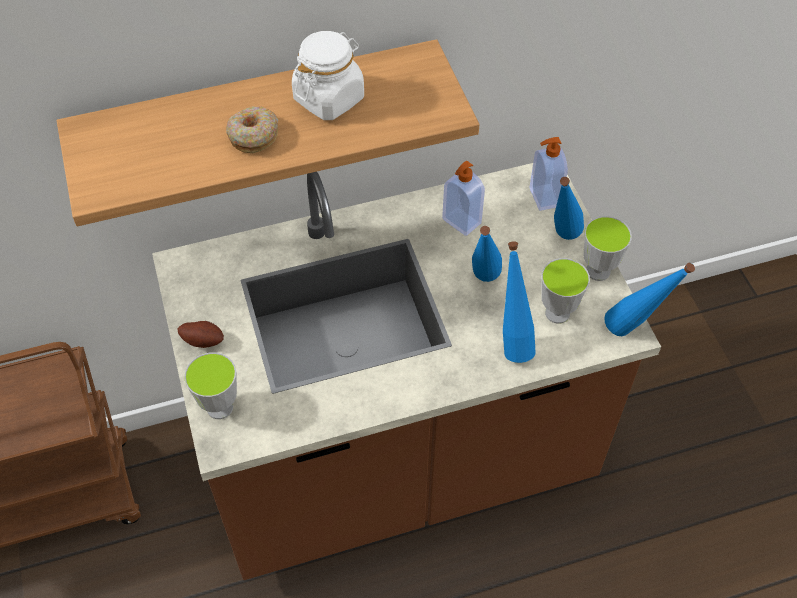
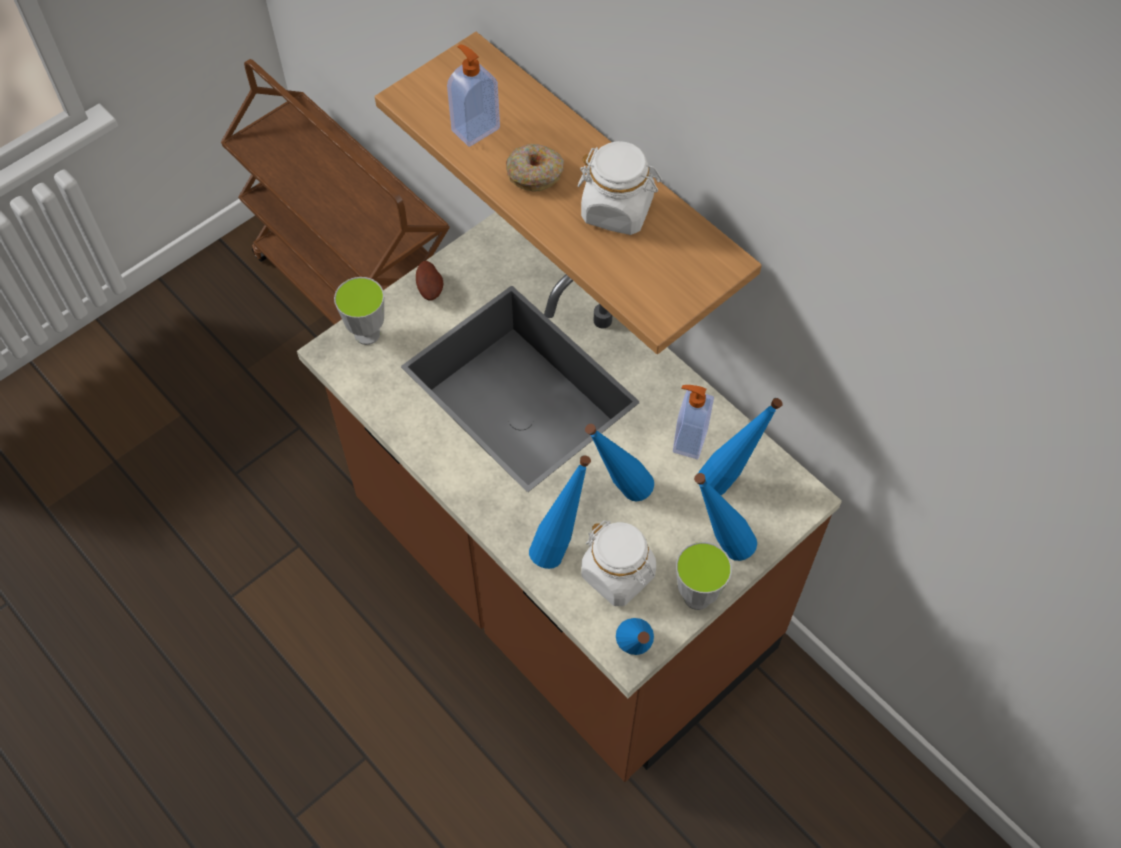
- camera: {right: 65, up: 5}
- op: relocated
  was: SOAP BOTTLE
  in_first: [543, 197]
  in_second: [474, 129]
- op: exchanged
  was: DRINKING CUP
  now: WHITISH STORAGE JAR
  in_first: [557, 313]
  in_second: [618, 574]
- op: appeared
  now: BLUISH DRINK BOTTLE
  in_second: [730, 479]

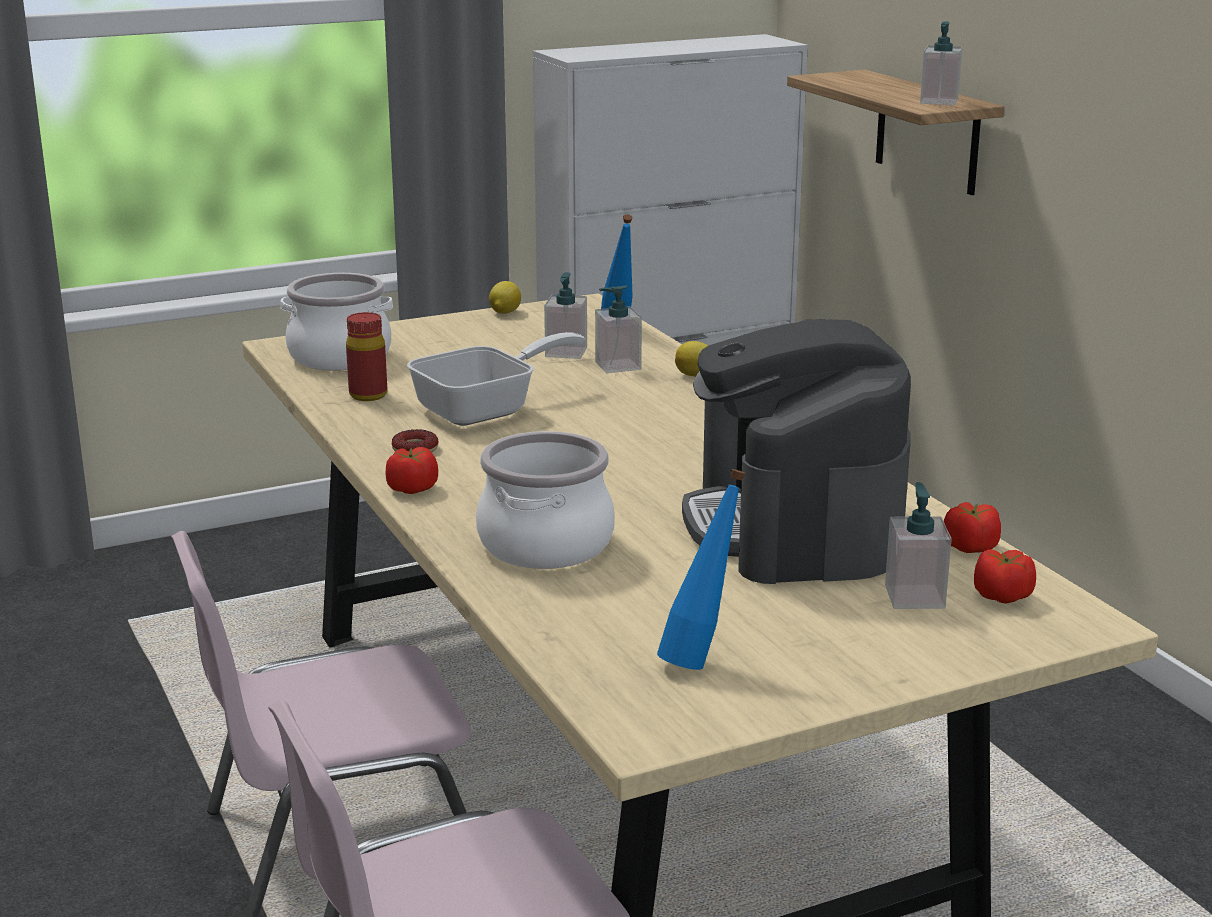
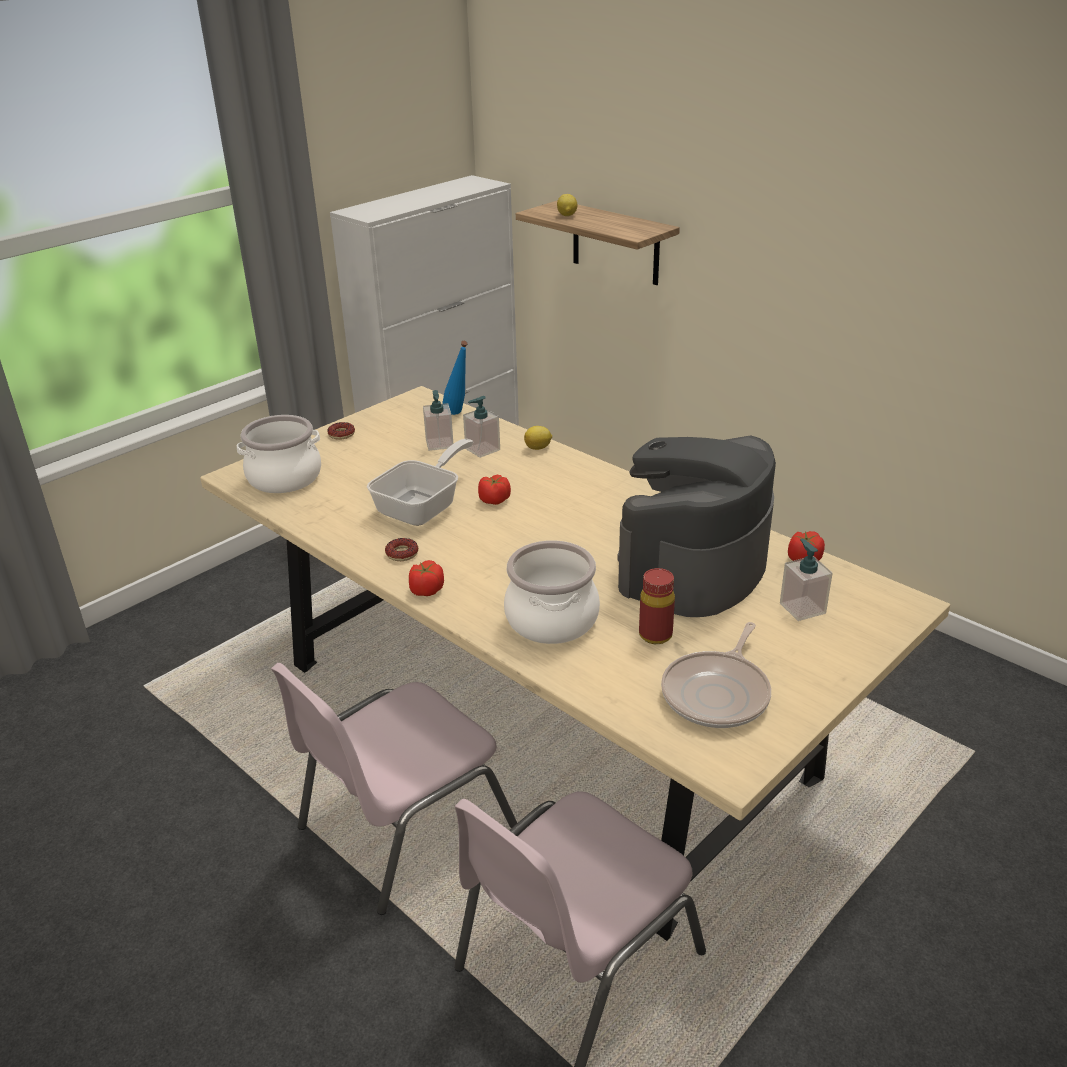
- camera: {right: -20, up: 10}
- op: missing
  was: SOAP BOTTLE
  in_first: [939, 101]
- op: relocated
  was: WHOLE LEMON
  in_first: [504, 312]
  in_second: [566, 215]
- op: relocated
  was: RED DRINK BOTTLE
  in_first: [368, 395]
  in_second: [655, 635]
- op: spun
  was: COFFEE MACHINE
  in_first: [795, 527]
  in_second: [693, 567]
  clockwise: 60
- op: exchanged
  was: BLUISH DRINK BOTTLE
  now: FRYING PAN
  in_first: [701, 659]
  in_second: [718, 693]
- op: relocated
  was: FRESH TOMATO
  in_first: [1003, 596]
  in_second: [494, 500]
- op: appeared
  now: RING DOUGHNUT
  in_second: [341, 434]

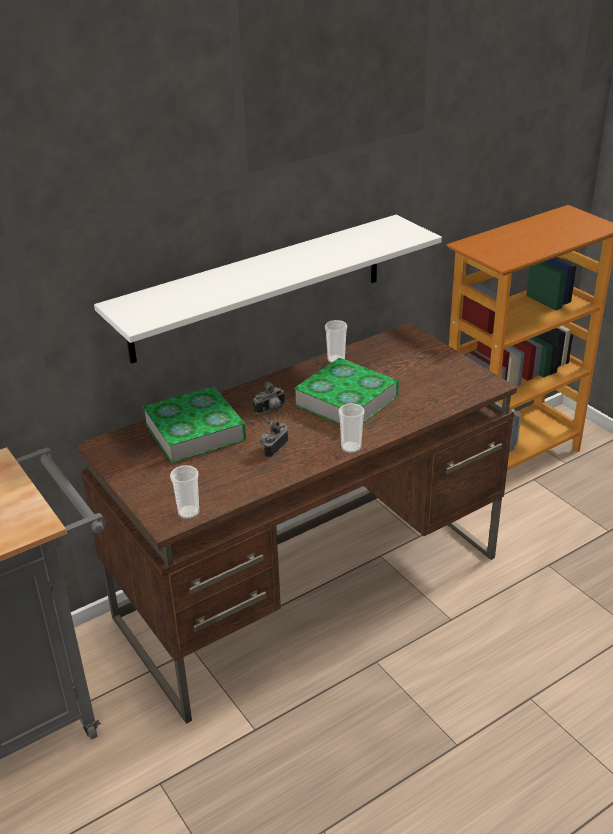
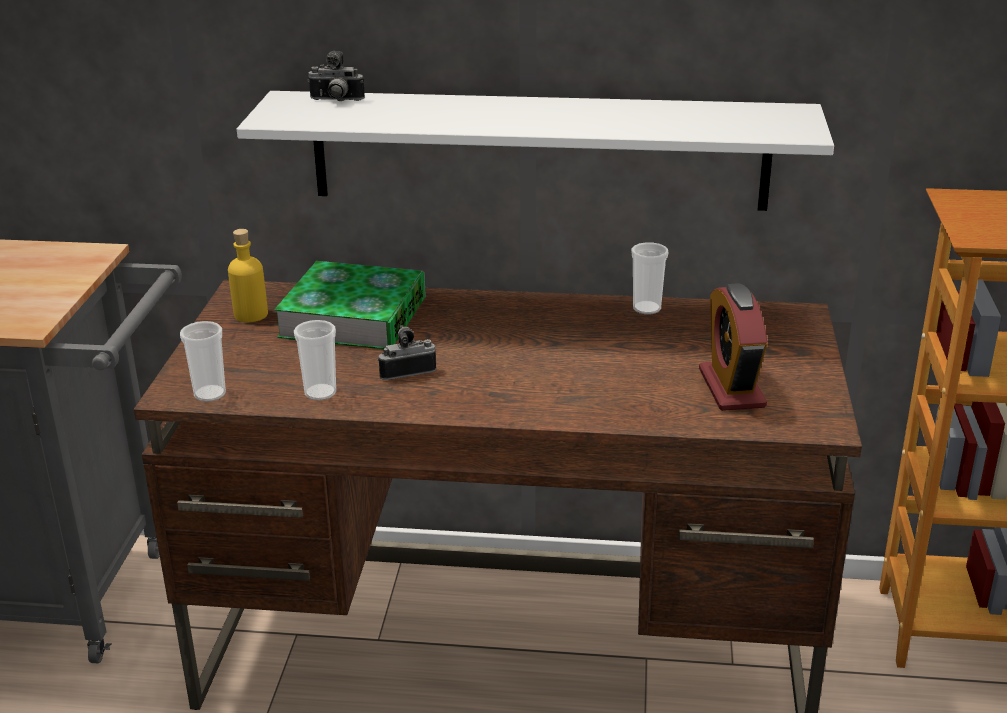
- camera: {right: 40, up: -5}
- op: missing
  was: BOUND BOOK
  in_first: [346, 400]
- op: relocated
  was: PHOTO CAMERA
  in_first: [271, 410]
  in_second: [336, 101]
- op: relocated
  was: DRINKING CUP
  in_first: [351, 447]
  in_second: [320, 393]
- op: appeared
  now: YELLOWISH DRINK BOTTLE
  in_second: [250, 314]
- op: appeared
  now: BEDSIDE CLOCK
  in_second: [731, 388]

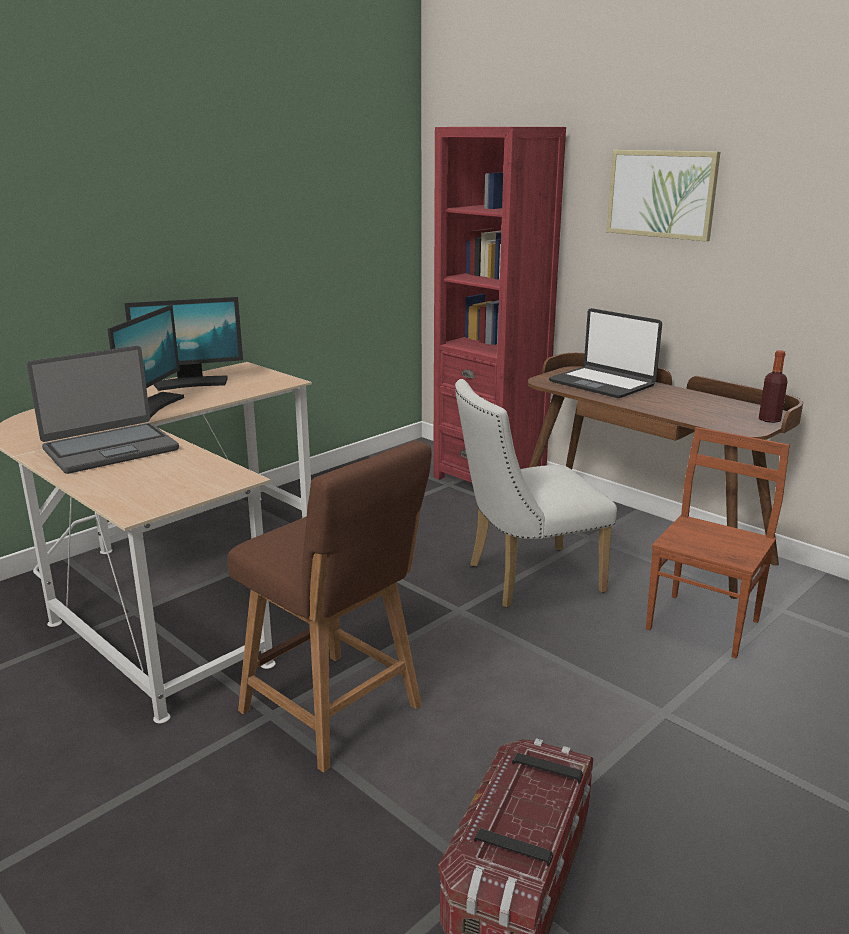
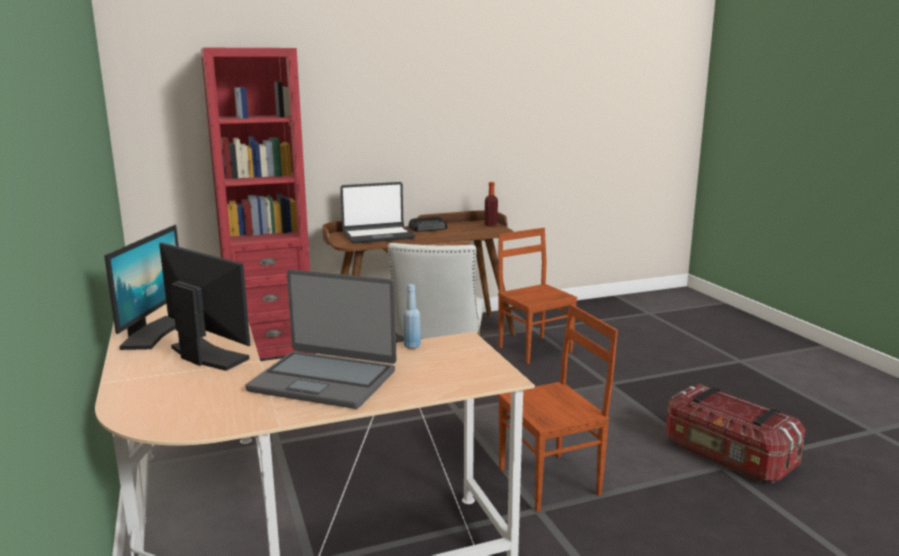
- camera: {right: -65, up: -5}
- op: missing
  was: WALL ART
  in_first: [661, 194]
- op: spun
  was: PORTABLE COMPUTER
  in_first: [110, 449]
  in_second: [324, 380]
  clockwise: 120
- op: exchanged
  was: BROWNISH STOOL SEAT
  now: BROWNISH PLAIN CHAIR
  in_first: [336, 712]
  in_second: [551, 482]
- op: appeared
  now: RADIO
  in_second: [428, 228]
- op: appeared
  now: BLUISH DRINK BOTTLE
  in_second: [412, 346]

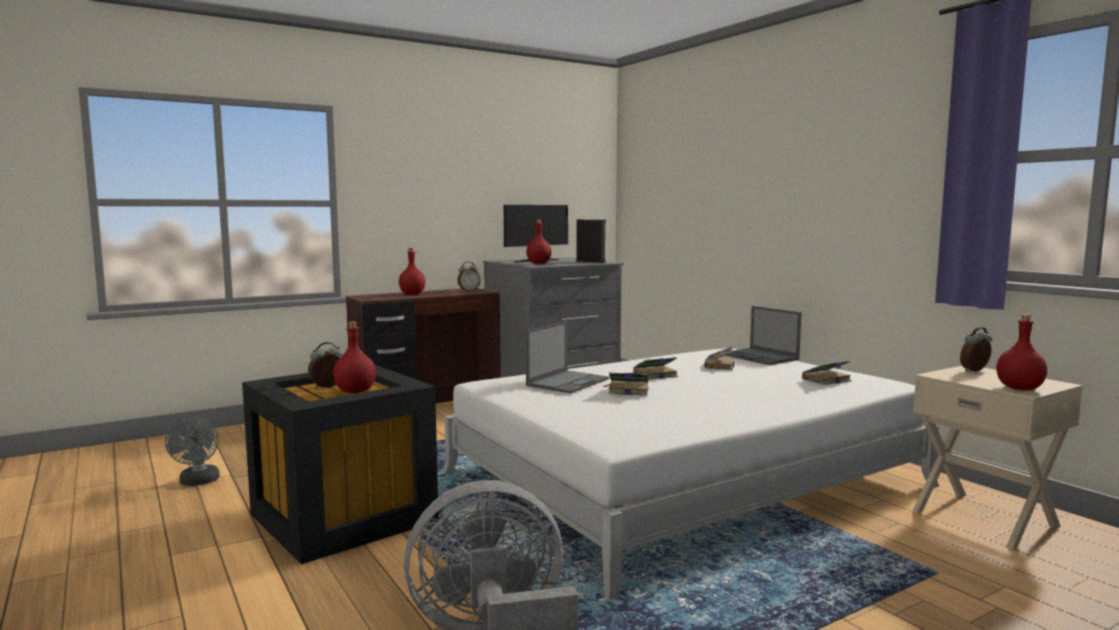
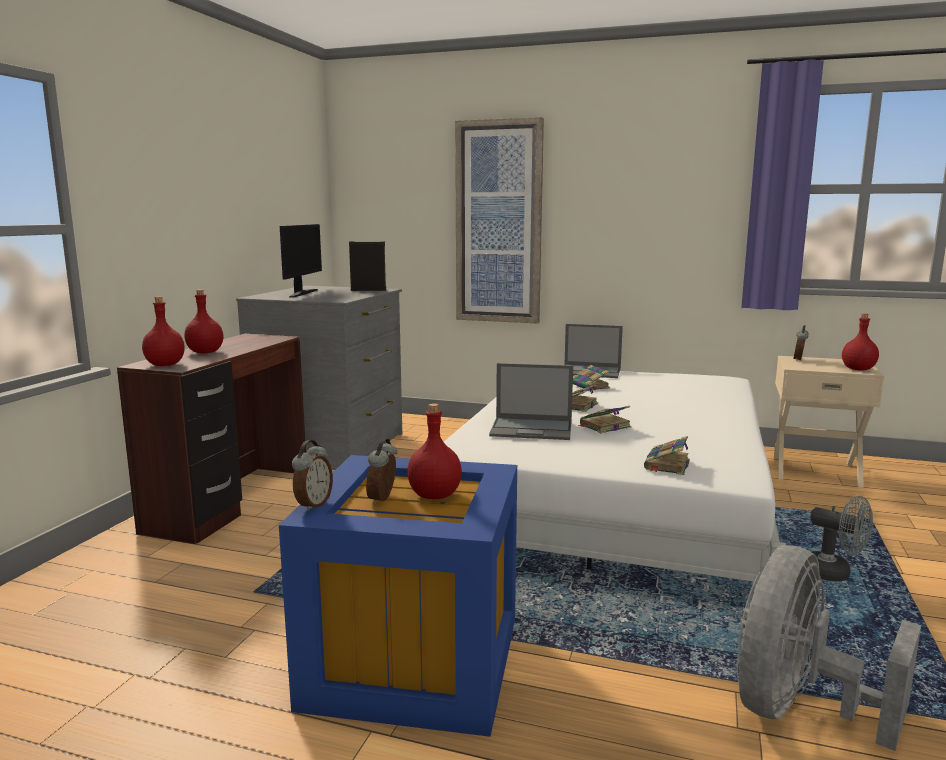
- camera: {right: -40, up: 5}
- op: relocated
  was: RED DRINK BOTTLE
  in_first: [539, 263]
  in_second: [165, 365]
- op: relocated
  was: BEDSIDE CLOCK
  in_first: [468, 291]
  in_second: [313, 505]
- op: spun
  was: PORTABLE COMPUTER
  in_first: [568, 382]
  in_second: [532, 429]
  clockwise: 105
- op: relocated
  was: BOUND BOOK
  in_first: [825, 380]
  in_second: [667, 465]
- op: colour
  was: BLACK-COLOURED STORAGE BOX
  now: BLUISH STORAGE BOX
  in_first: [342, 519]
  in_second: [416, 664]
- op: relocated
  was: GREYISH COOLING FAN
  in_first: [198, 482]
  in_second: [834, 574]
- op: appeared
  now: WALL ART
  in_second: [499, 223]

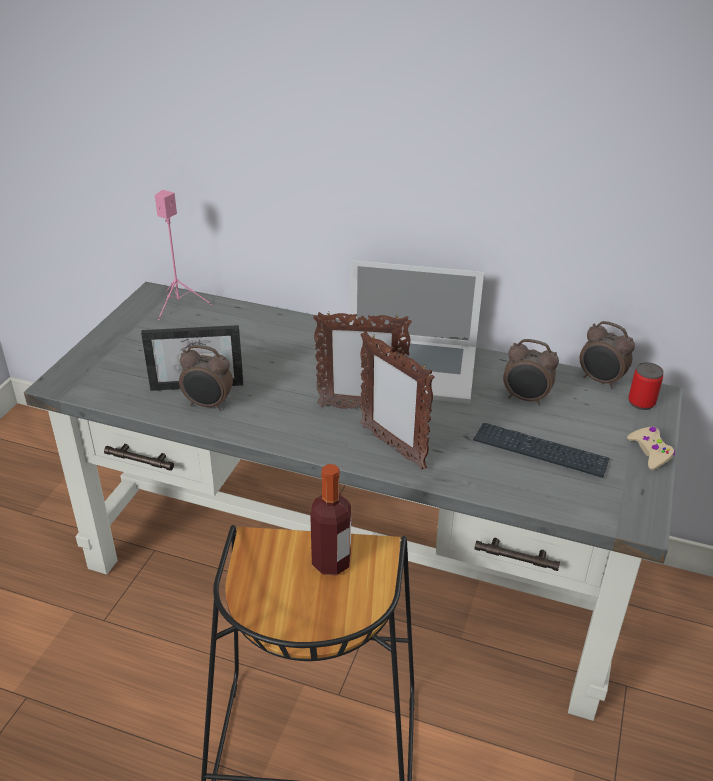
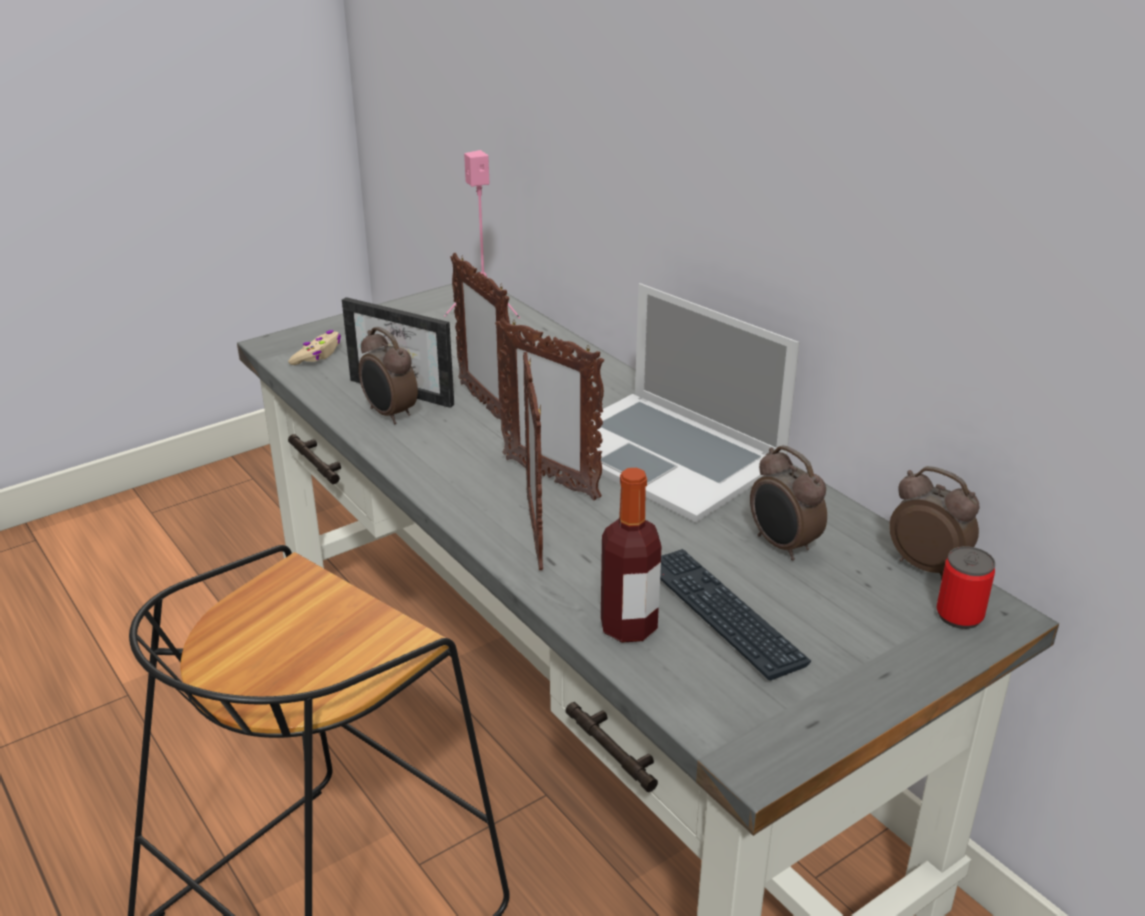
- camera: {right: 35, up: -5}
- op: spun
  was: BEDSIDE CLOCK
  in_first: [600, 381]
  in_second: [926, 565]
  clockwise: 150
- op: relocated
  was: BEIGE GAMEPAD
  in_first: [650, 452]
  in_second: [317, 355]
- op: relocated
  was: DRINK BOTTLE
  in_first: [331, 562]
  in_second: [628, 627]
- op: appeared
  now: PHOTO FRAME
  in_second: [485, 405]

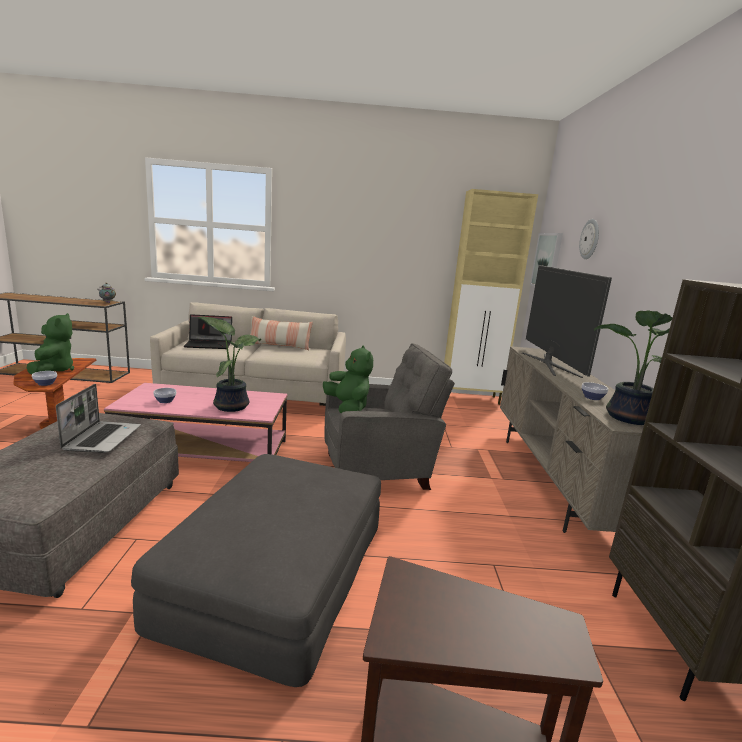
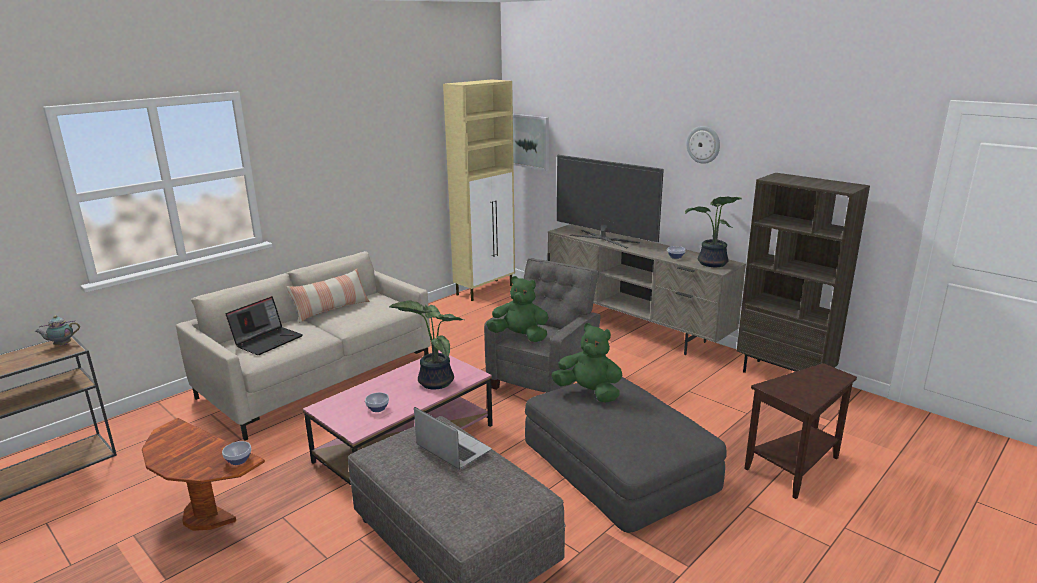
- camera: {right: -45, up: 5}
- op: relocated
  was: WALL CLOCK
  in_first: [590, 239]
  in_second: [703, 144]
- op: relocated
  was: GREENISH CUDDLY TOY
  in_first: [53, 370]
  in_second: [589, 393]

